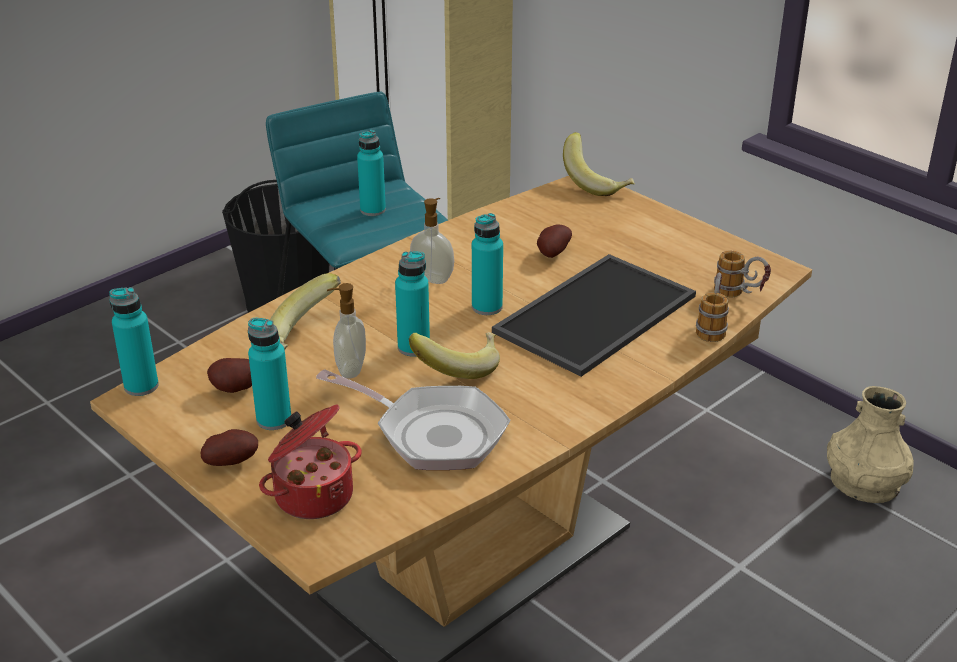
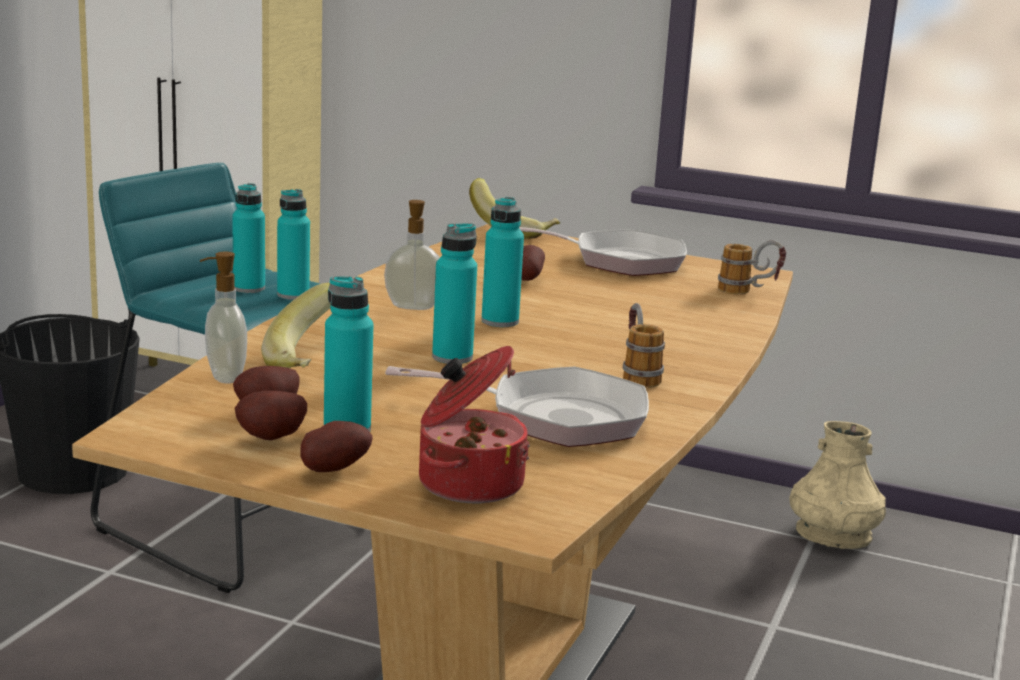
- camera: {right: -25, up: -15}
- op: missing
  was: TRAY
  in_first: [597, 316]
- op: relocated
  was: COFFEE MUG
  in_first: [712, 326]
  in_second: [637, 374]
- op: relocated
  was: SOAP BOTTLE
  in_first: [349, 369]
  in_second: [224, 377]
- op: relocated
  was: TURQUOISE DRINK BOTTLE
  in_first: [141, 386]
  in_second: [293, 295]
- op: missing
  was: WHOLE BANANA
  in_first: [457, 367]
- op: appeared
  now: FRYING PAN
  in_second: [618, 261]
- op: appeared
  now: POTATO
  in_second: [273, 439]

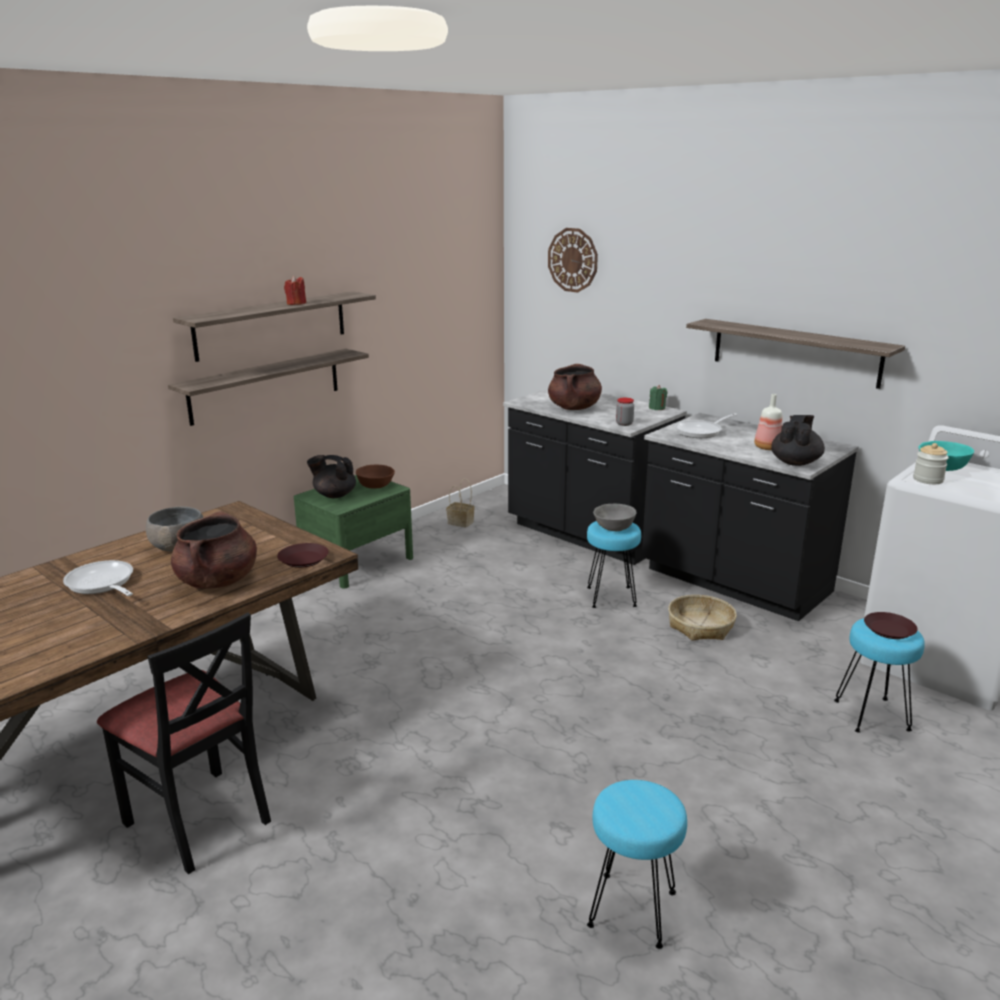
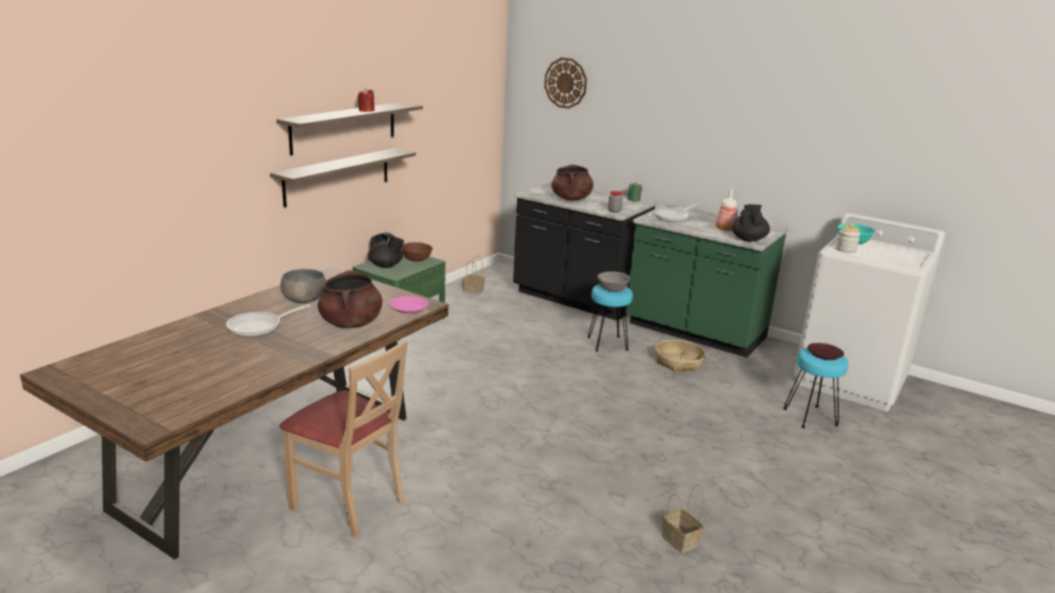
- camera: {right: -10, up: 0}
- op: missing
  was: SHELF
  in_first: [795, 352]
- op: colour
  was: BLACK-COLOURED KITCHEN COUNTER
  now: GREENISH KITCHEN COUNTER
  in_first: [734, 583]
  in_second: [694, 332]
- op: spun
  was: BLACK-COLOURED TEAPOT
  in_first: [334, 495]
  in_second: [386, 266]
  clockwise: -150
- op: colour
  was: BROWNISH DINNER PLATE
  now: PINK DINNER PLATE
  in_first: [303, 559]
  in_second: [409, 308]
- op: spun
  was: FRYING PAN
  in_first: [102, 584]
  in_second: [259, 326]
  clockwise: -75
- op: colour
  was: BLACK-COLOURED PLAIN CHAIR
  now: BEIGE PLAIN CHAIR
  in_first: [199, 820]
  in_second: [348, 503]
- op: exchanged
  was: TURQUOISE STOOL SEAT
  now: HOUSEHOLD BASKET
  in_first: [633, 910]
  in_second: [681, 541]

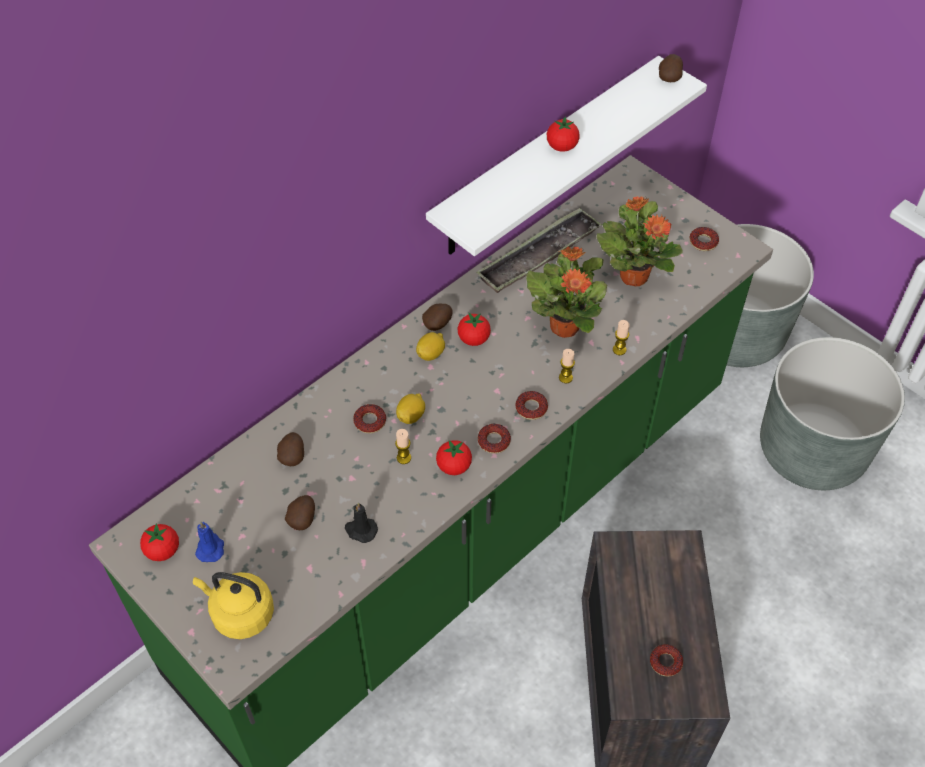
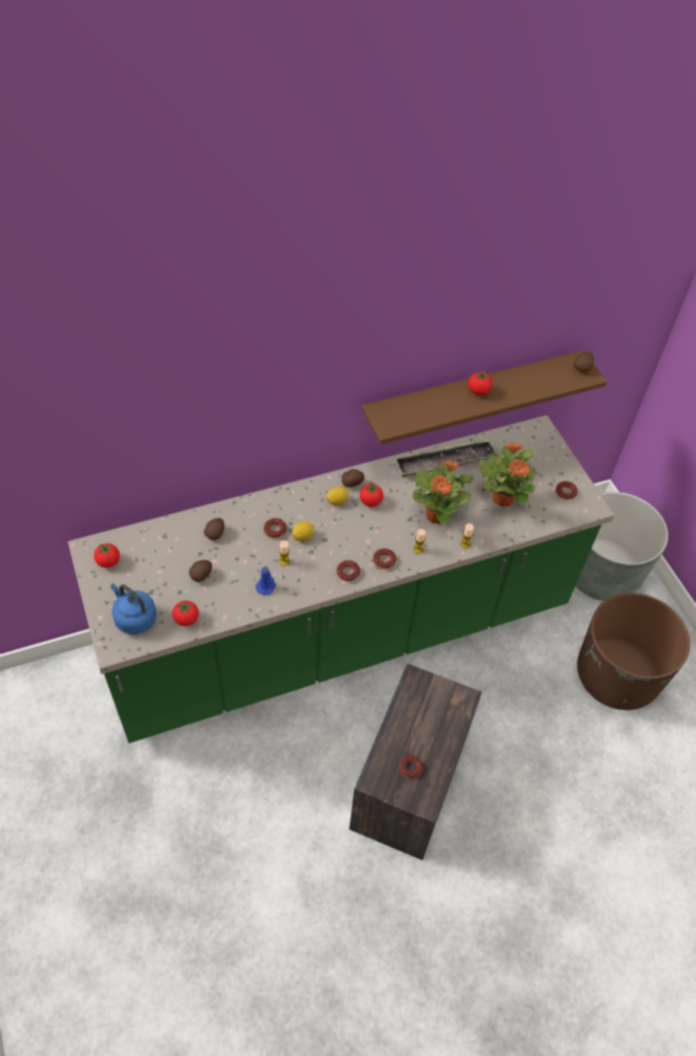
- camera: {right: 20, up: 0}
- op: colour
  was: WHITISH SHELF
  now: BROWNISH SHELF
  in_first: [546, 158]
  in_second: [472, 396]
- op: colour
  was: GREYISH PLANT POT
  now: BROWNISH PLANT POT
  in_first: [812, 450]
  in_second: [616, 675]
- op: relocated
  was: FRESH TOMATO
  in_first: [454, 466]
  in_second: [186, 619]
- op: missing
  was: BLACK-COLOURED CANDLE
  in_first: [360, 530]
- op: relocated
  was: BLUISH CANDLE
  in_first: [210, 548]
  in_second: [266, 585]
- op: colour
  was: YELLOWISH TEA KETTLE
  now: BLUISH TEA KETTLE
  in_first: [240, 613]
  in_second: [134, 618]

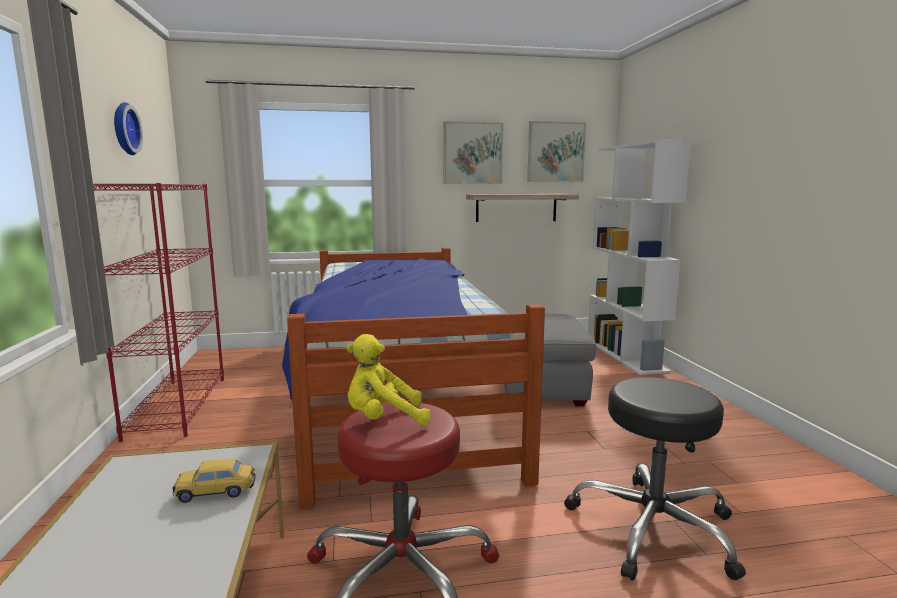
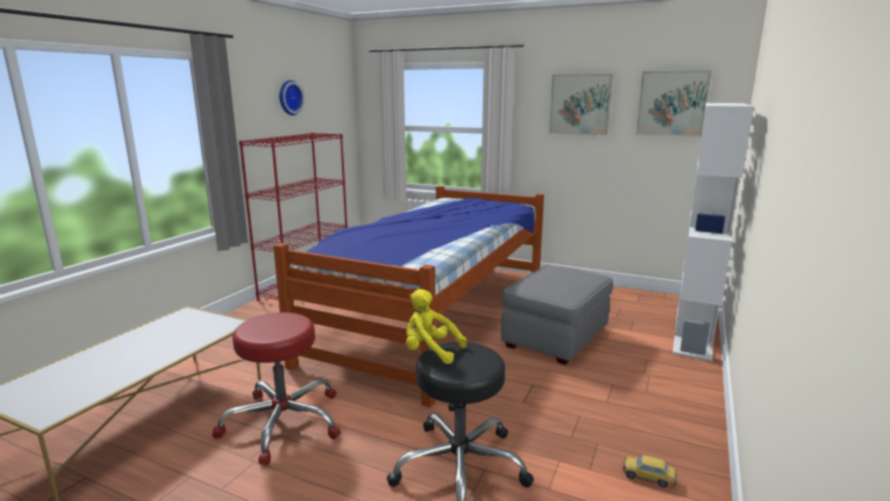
- camera: {right: 35, up: 5}
- op: missing
  was: SHELF
  in_first: [516, 207]
- op: relocated
  was: YELLOWISH CUDDLY TOY
  in_first: [384, 420]
  in_second: [430, 351]
- op: relocated
  was: MINIATURE CAR
  in_first: [216, 492]
  in_second: [648, 477]

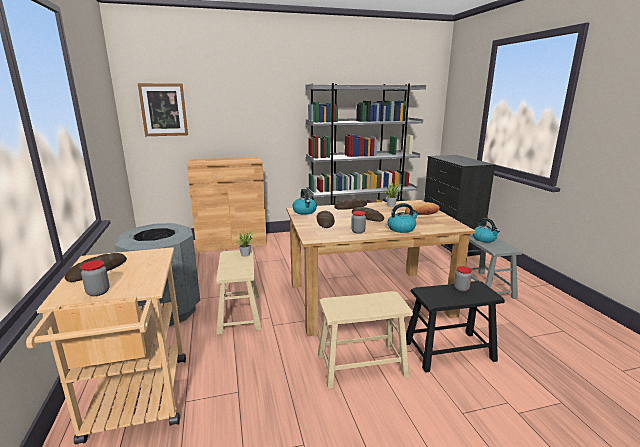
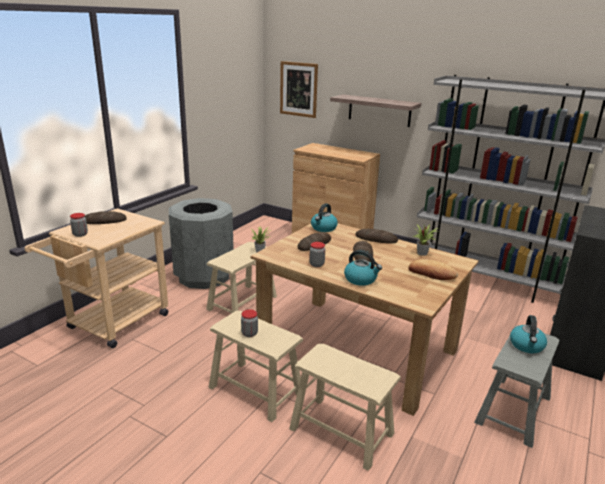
- camera: {right: 45, up: 5}
- op: relocated
  was: STORAGE JAR
  in_first: [461, 288]
  in_second: [249, 333]
- op: colour
  was: BLACK-COLOURED STOOL SEAT
  now: BEIGE STOOL SEAT
  in_first: [449, 351]
  in_second: [341, 431]
- op: appeared
  now: SHELF
  in_second: [379, 110]

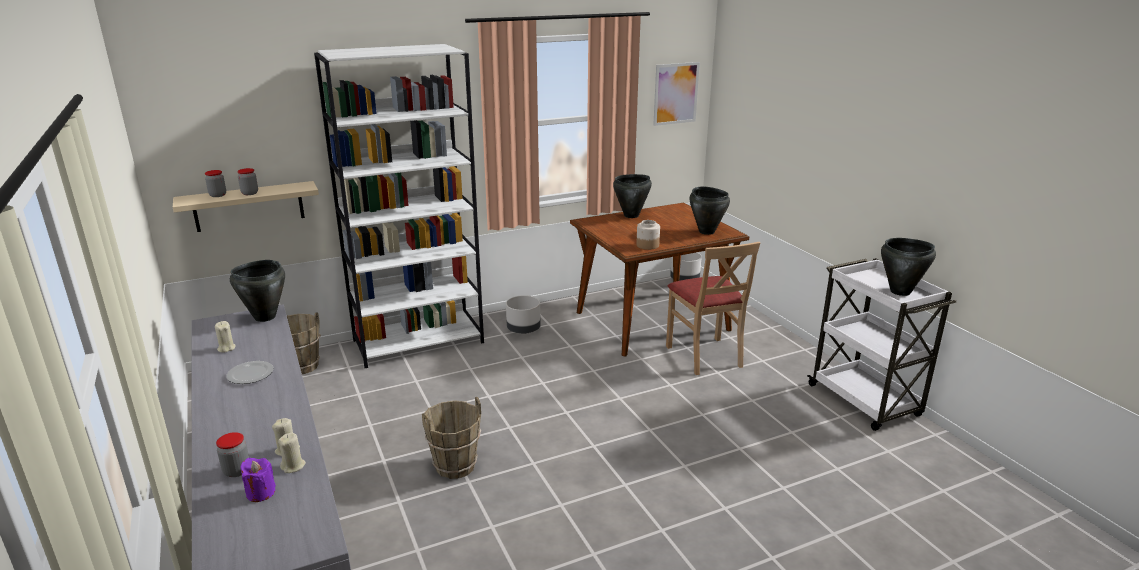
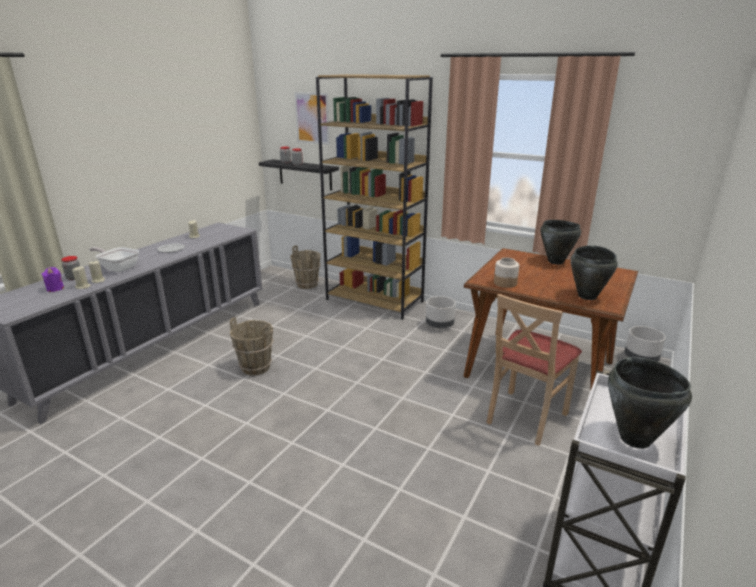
- camera: {right: 55, up: 0}
- op: colour
  was: WHITISH BOOKSHELF
  now: BROWNISH BOOKSHELF
  in_first: [419, 341]
  in_second: [375, 300]
- op: relocated
  was: WALL ART
  in_first: [676, 93]
  in_second: [312, 118]
- op: colour
  was: BEIGE SHELF
  now: BLACK-COLOURED SHELF
  in_first: [249, 206]
  in_second: [305, 174]
- op: missing
  was: BLACK-COLOURED STOCKPOT
  in_first: [264, 317]
- op: appeared
  now: FRYING PAN
  in_second: [118, 268]

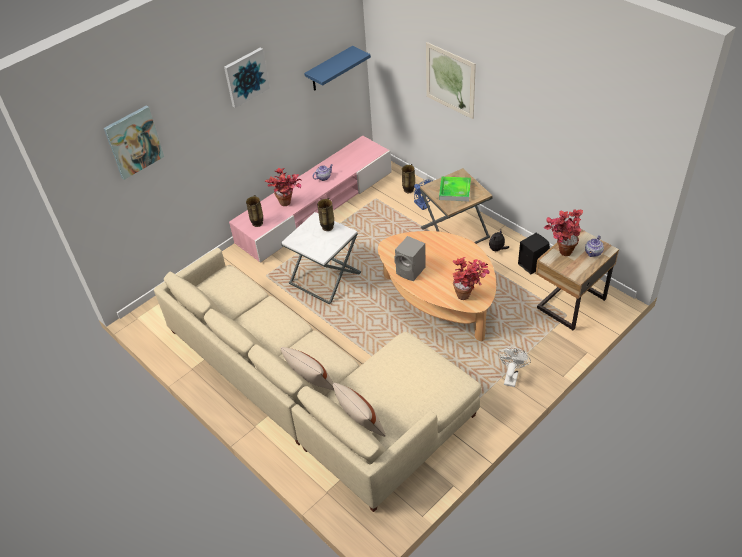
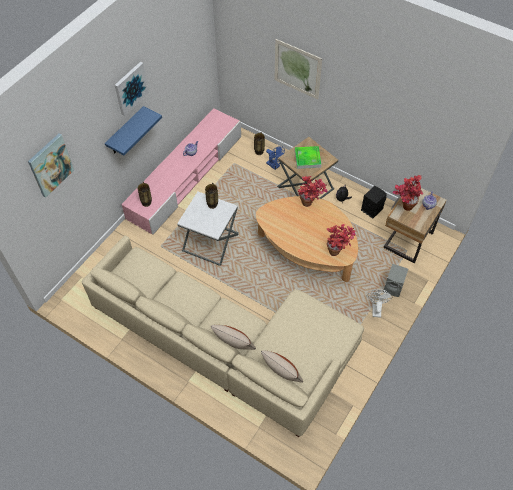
- camera: {right: -15, up: 10}
- op: relocated
  was: BLUISH SHELF
  in_first: [330, 69]
  in_second: [126, 132]
- op: relocated
  was: POTTED PLANT
  in_first: [288, 204]
  in_second: [310, 204]
- op: relocated
  was: GREYISH AUDIO SPEAKER
  in_first: [411, 271]
  in_second: [394, 287]

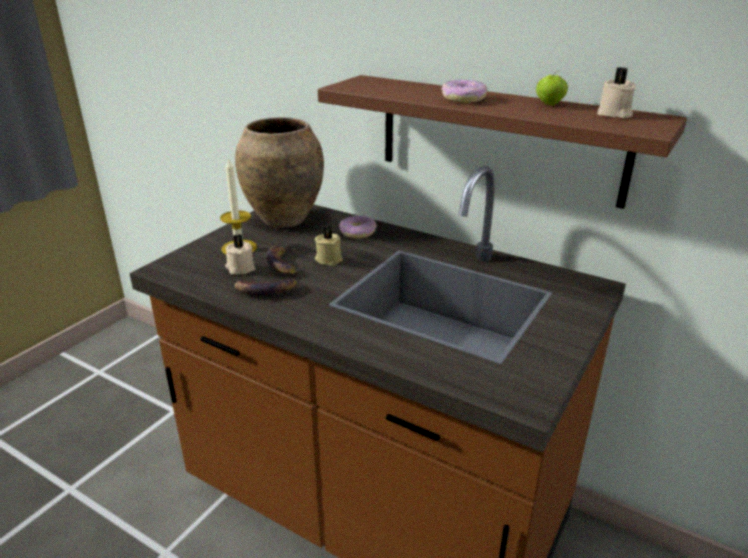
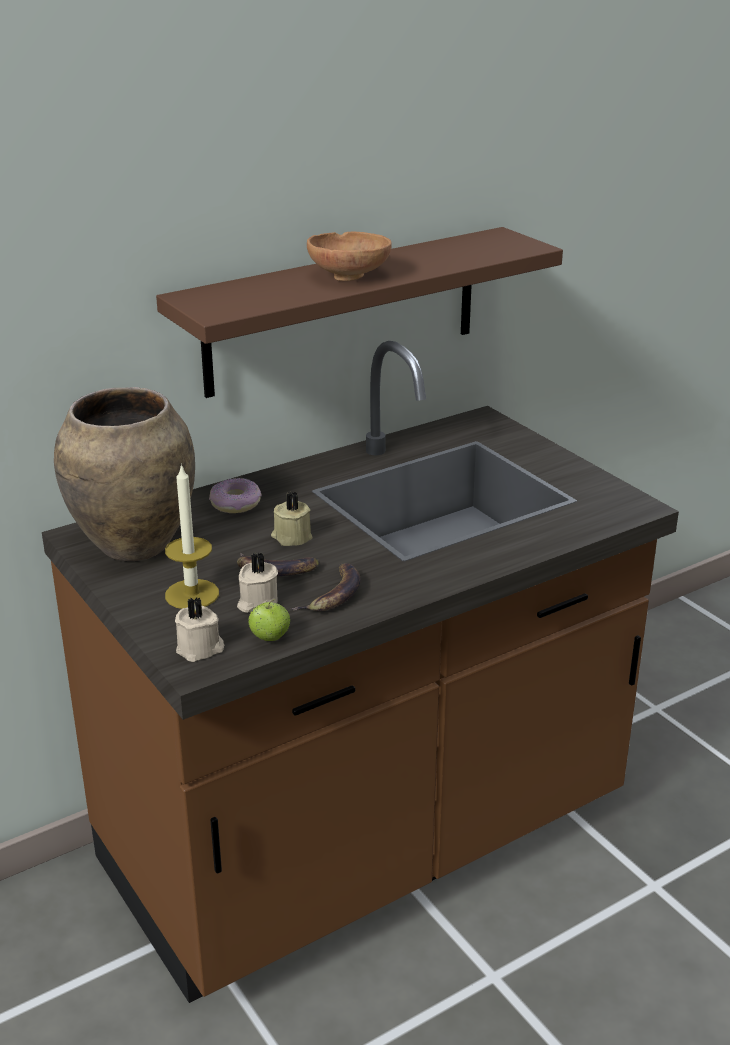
- camera: {right: -65, up: 0}
- op: relocated
  was: BEIGE CANDLE
  in_first: [614, 114]
  in_second: [200, 649]
- op: relocated
  was: APPLE FRUIT
  in_first: [549, 104]
  in_second: [270, 638]
- op: exchanged
  was: RING DOUGHNUT
  now: BROWNISH DEEP DISH
  in_first: [464, 98]
  in_second: [350, 276]

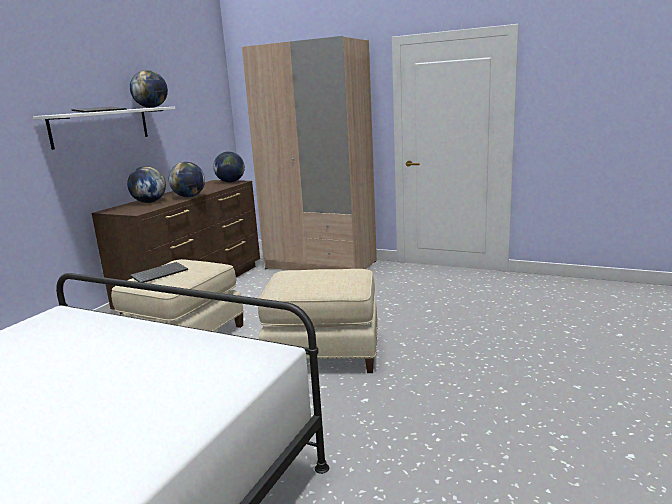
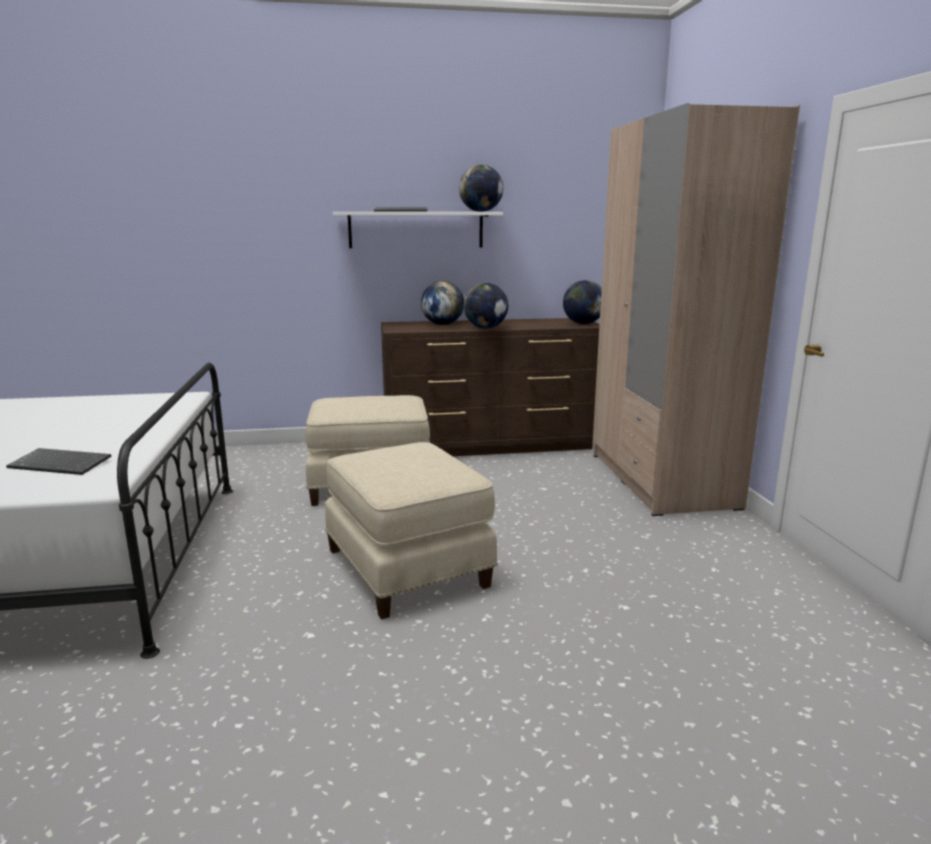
- camera: {right: 55, up: 0}
- op: relocated
  was: COMPUTER KEYBOARD
  in_first: [160, 273]
  in_second: [62, 463]

